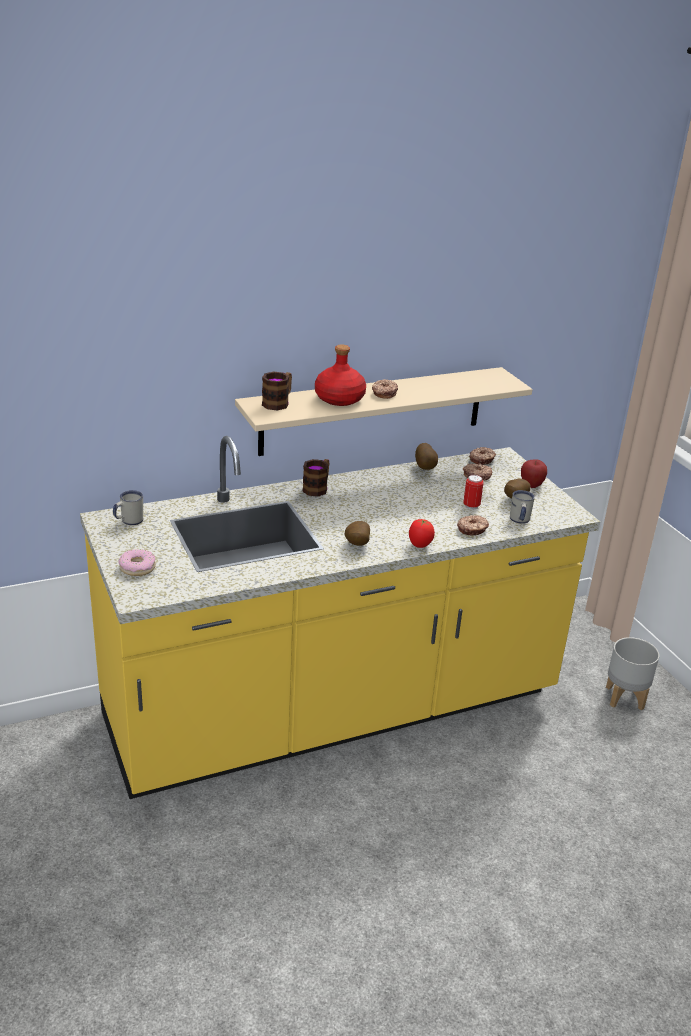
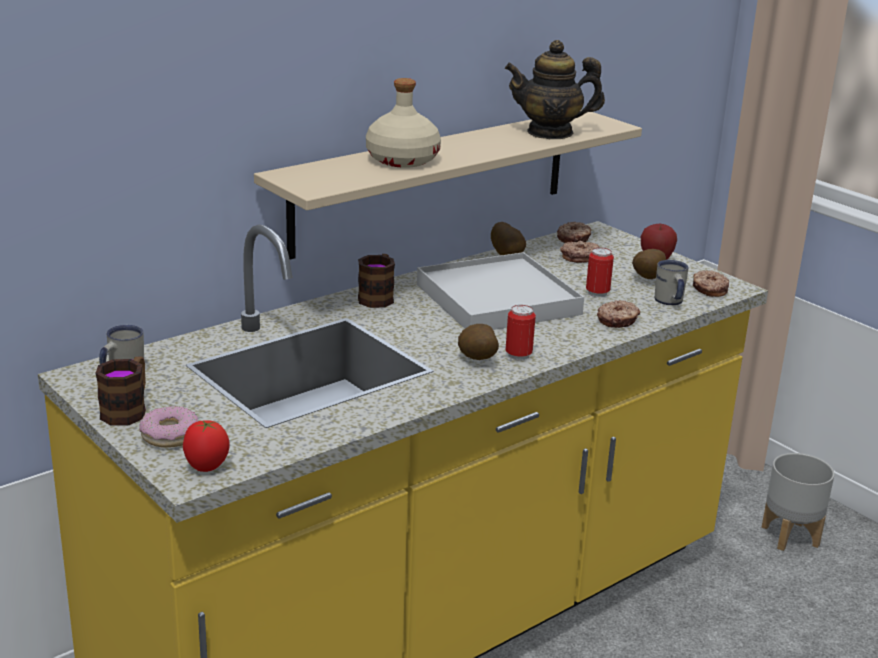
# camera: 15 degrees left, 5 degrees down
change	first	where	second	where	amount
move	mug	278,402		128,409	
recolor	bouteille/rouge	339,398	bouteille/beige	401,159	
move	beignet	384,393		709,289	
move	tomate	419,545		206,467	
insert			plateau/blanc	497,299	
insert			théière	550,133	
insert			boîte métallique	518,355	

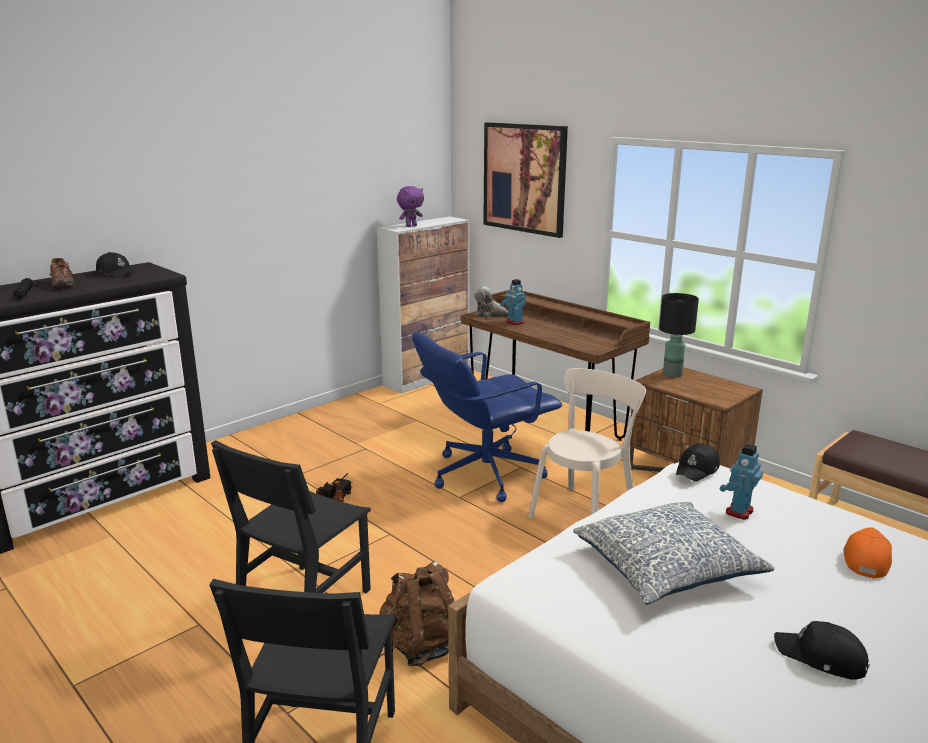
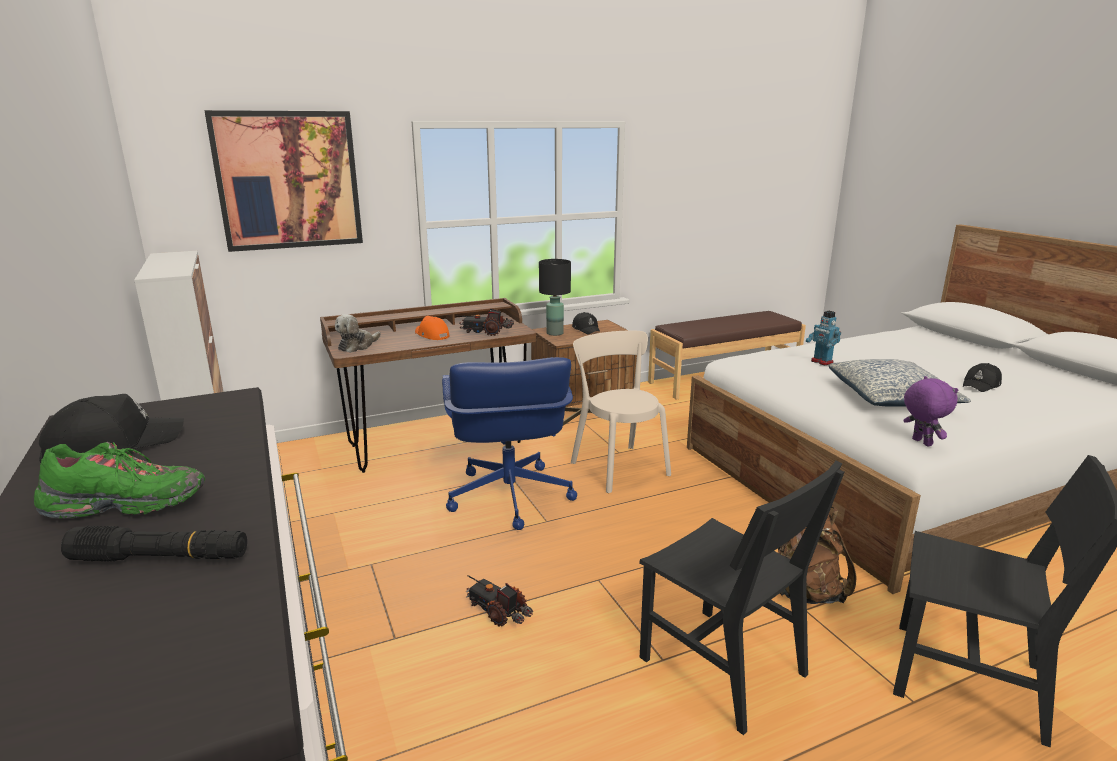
# camera: 70 degrees left, 0 degrees up
change	first	where	second	where	amount
recolor	chaussure/marron	62,284	chaussure/vert	126,506	
move	peluche/violet	411,226		920,442	
delete	robot jouet	514,322			
move	casquette/noir	697,470		586,329	
move	casquette/orange	865,559		431,335	
insert			camion jouet	486,332	

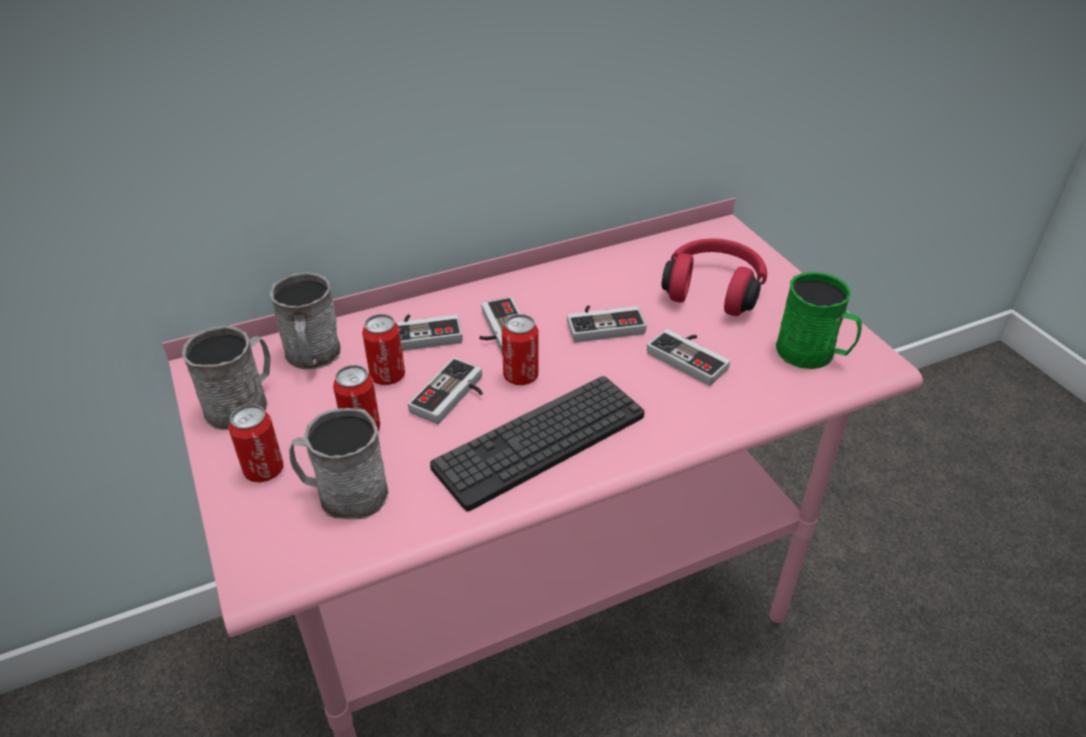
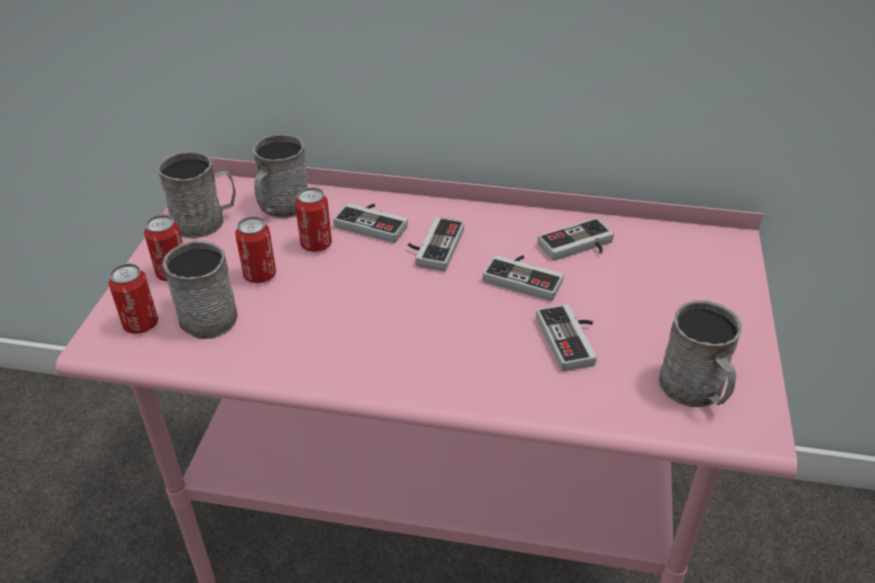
# camera: 35 degrees right, 0 degrees up
change	first	where	second	where	amount
move	manette	453,397		579,247	
delete	clavier	540,441			
move	boîte métallique	521,376		141,324	
delete	casque audio/rouge	714,289			
recolor	mug/vert	812,354	mug/gris	695,390	

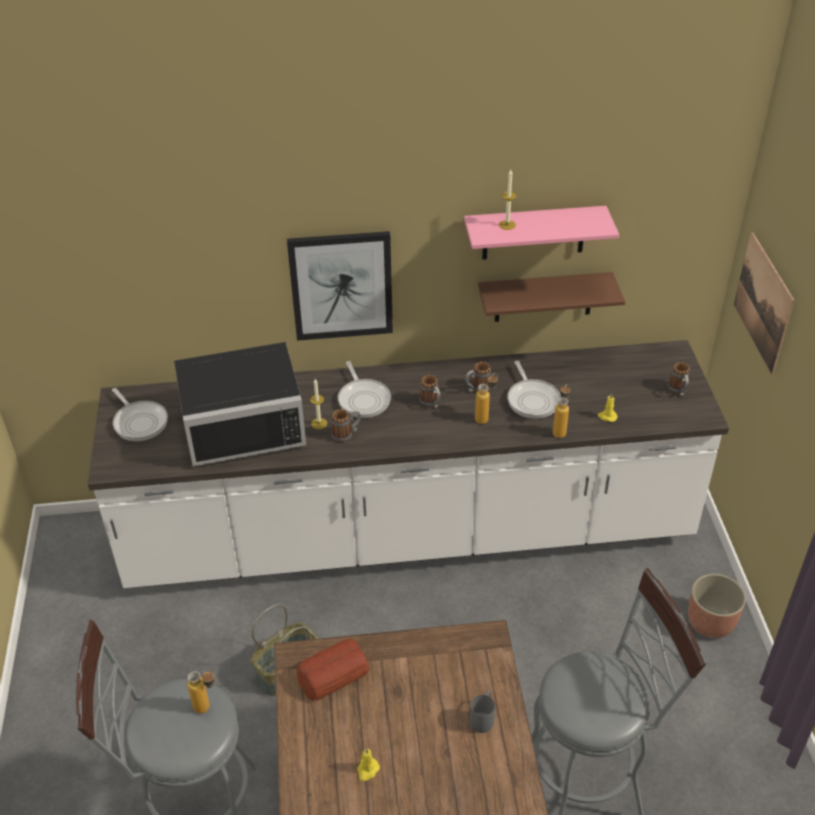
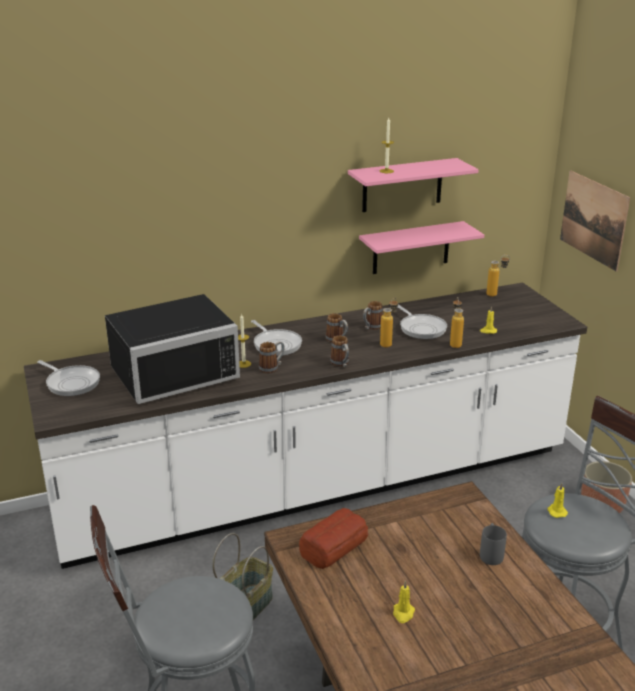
# camera: 15 degrees left, 15 degrees down
change	first	where	second	where	amount
move	bouteille	208,708		496,294	
delete	tableau	341,285			
recolor	étagère/marron	543,297	étagère/rose	411,248	
move	mug	678,391		341,364	
insert			bougie/jaune	556,511	

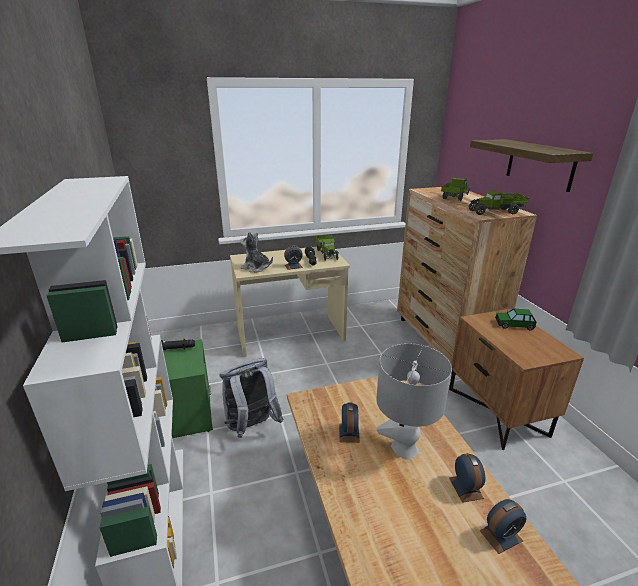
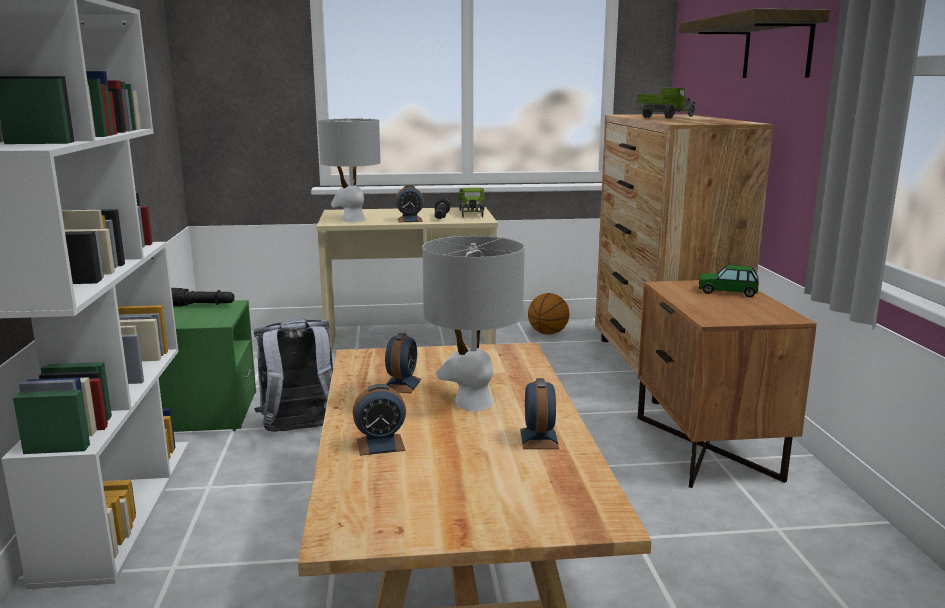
# camera: 10 degrees right, 10 degrees down
change	first	where	second	where	amount
replace	peluche	256,268	lampe de table/gris	353,219	
delete	camion jouet	496,212			
move	réveil	501,535		380,445	
insert			ballon de basket	547,333	

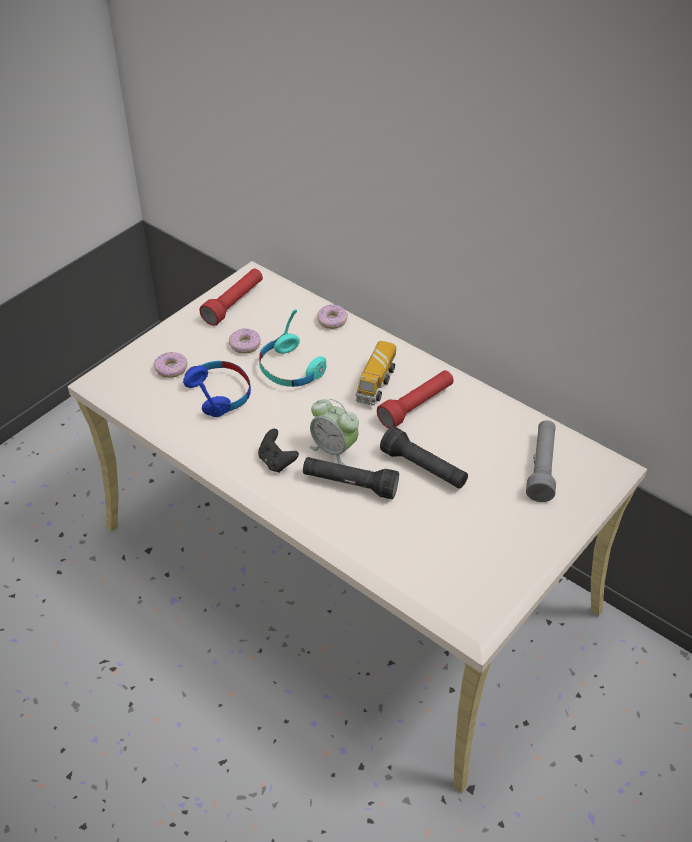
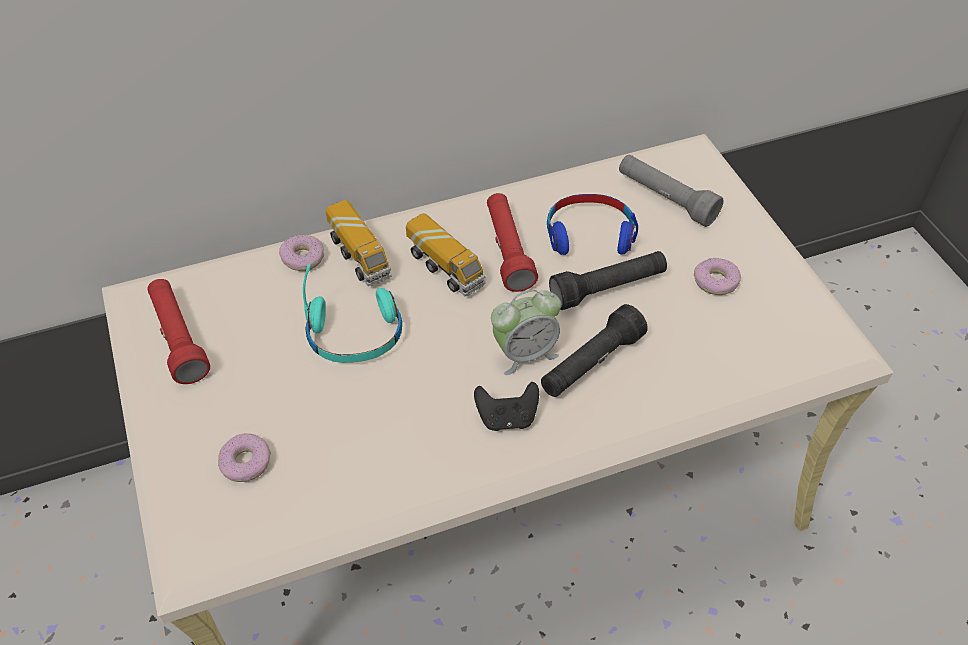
# camera: 60 degrees left, 5 degrees up
change	first	where	second	where	amount
move	casque audio/bleu	220,394		589,234	
move	beignet	245,345		716,282	
insert			camion jouet	360,257	

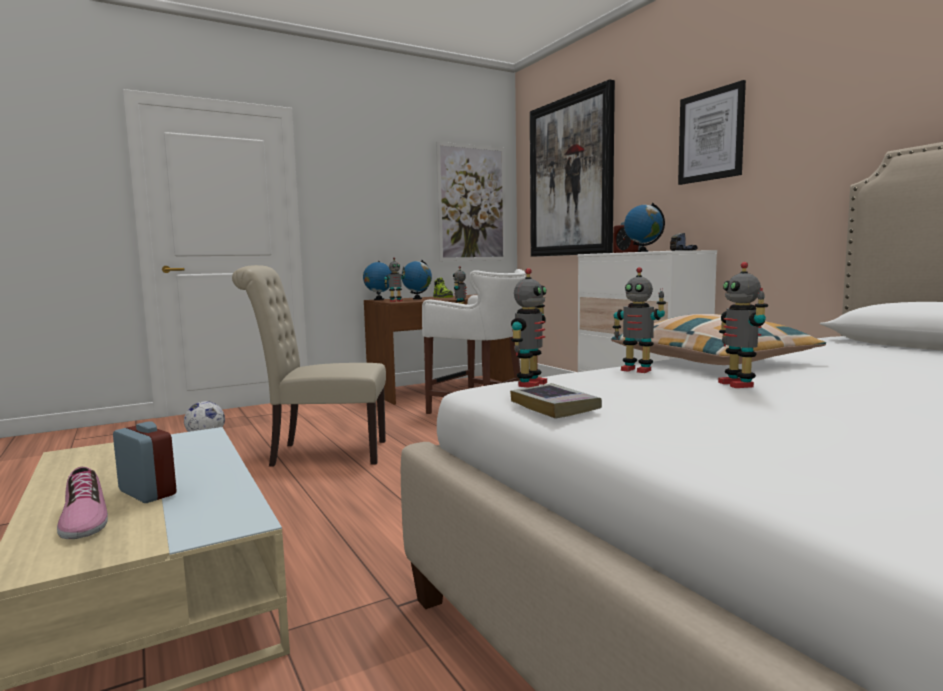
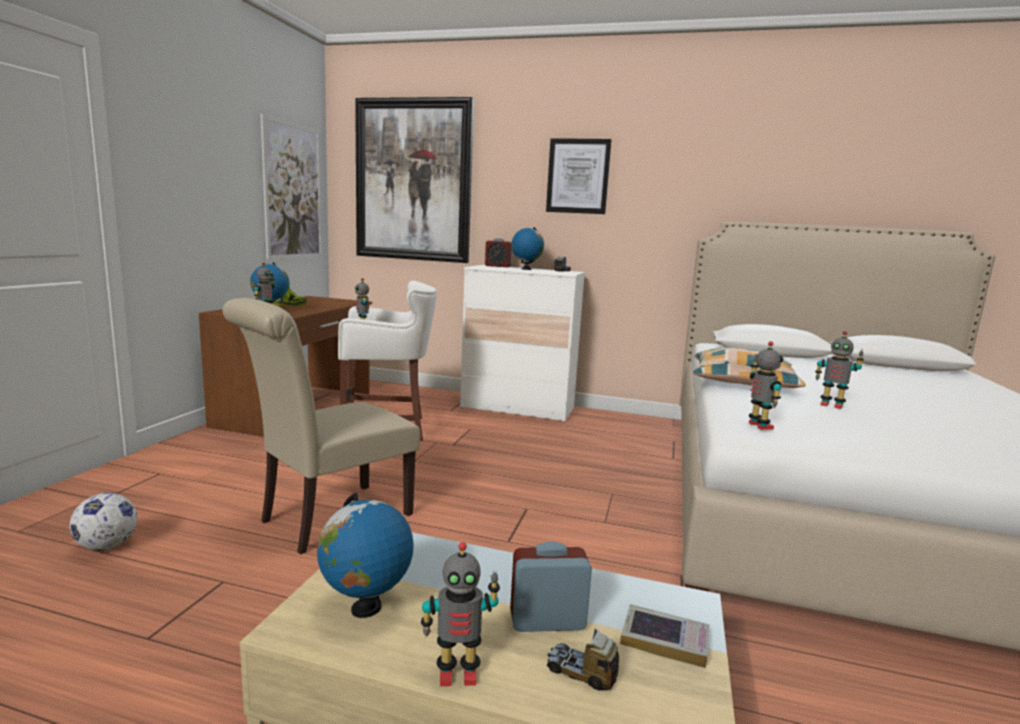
# camera: 45 degrees left, 5 degrees up
change	first	where	second	where	amount
replace	chaussure	82,519	camion jouet	581,673	
move	globe	379,299		365,609	
move	livre	554,407		664,640	
move	robot jouet	637,370		457,674	

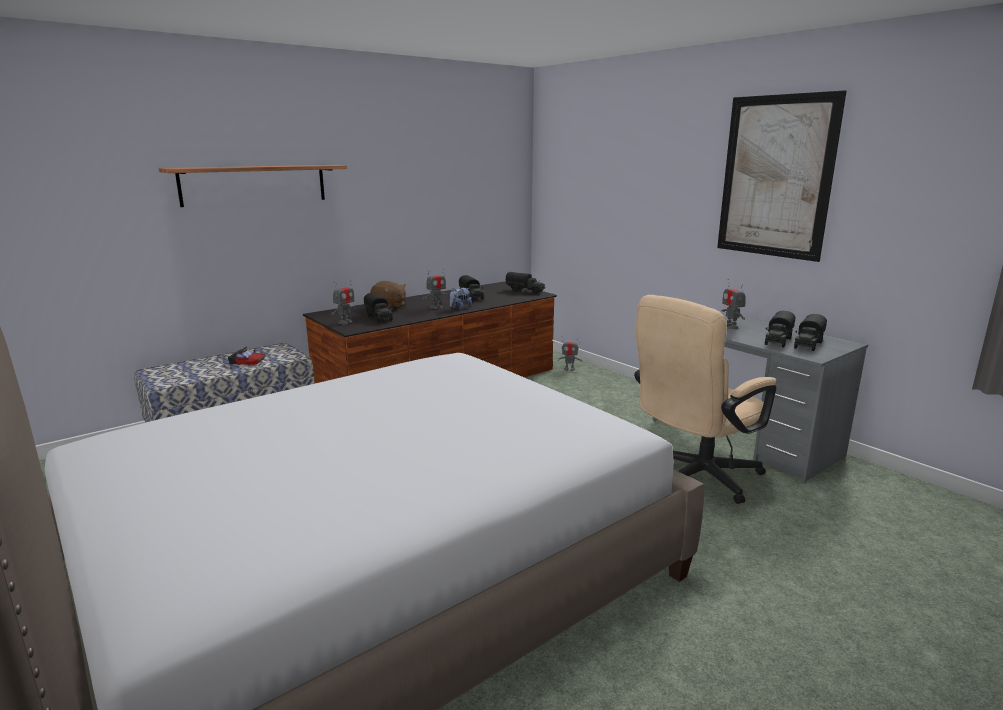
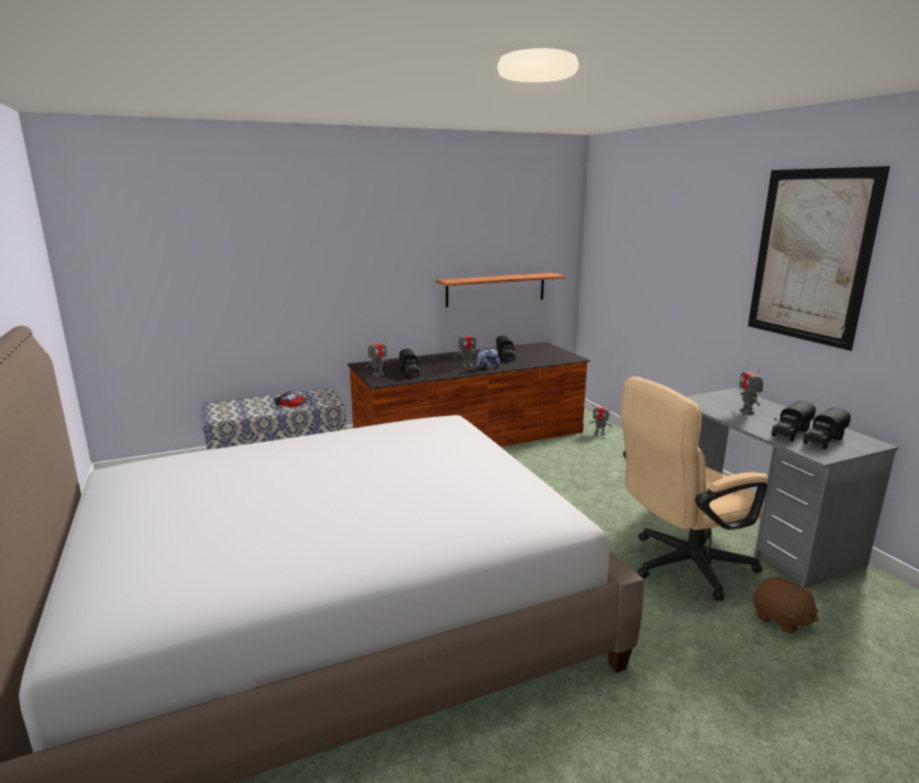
# camera: 15 degrees right, 0 degrees up
change	first	where	second	where	amount
move	étagère	254,184		496,289	
move	peluche/marron	389,307		781,619	
delete	camion jouet	525,291			

